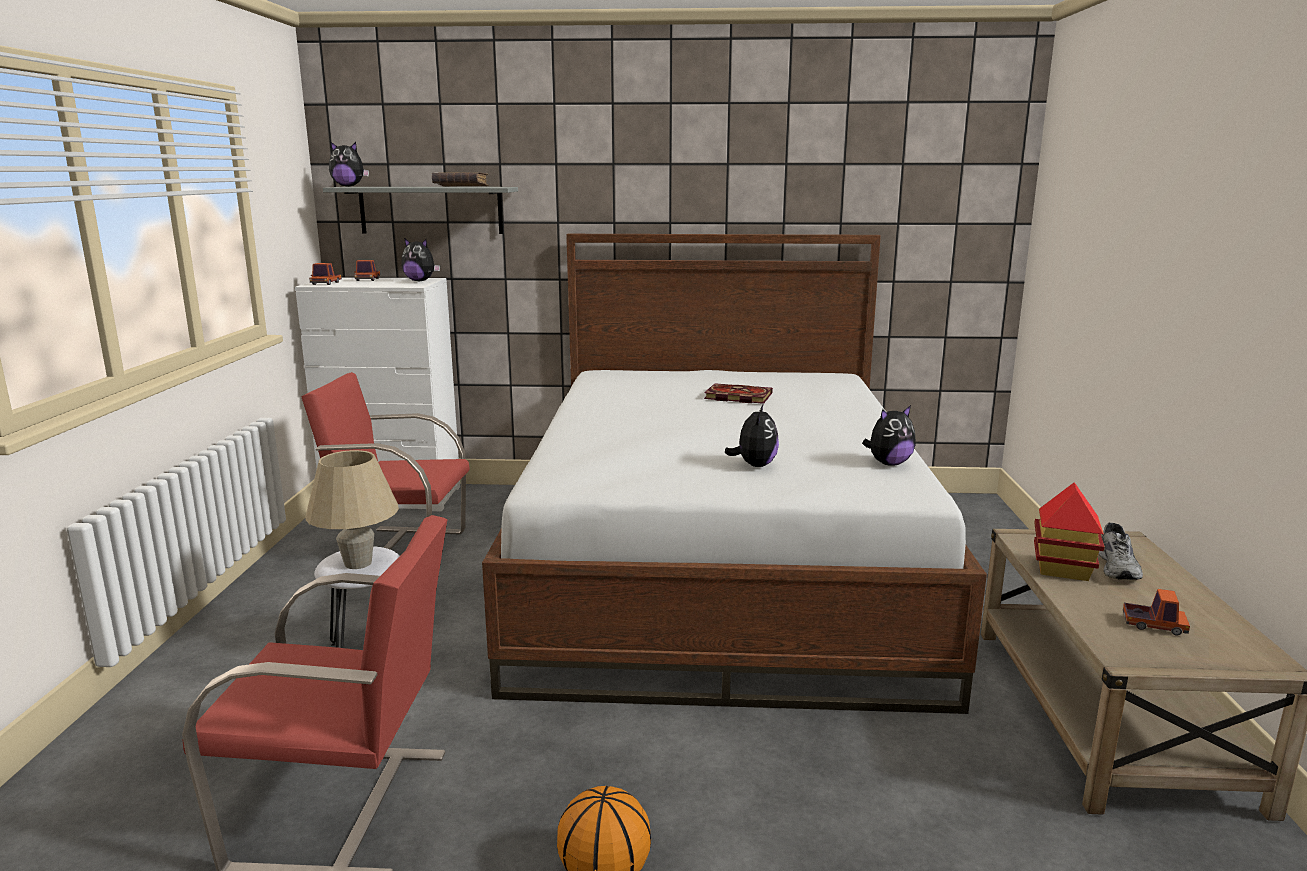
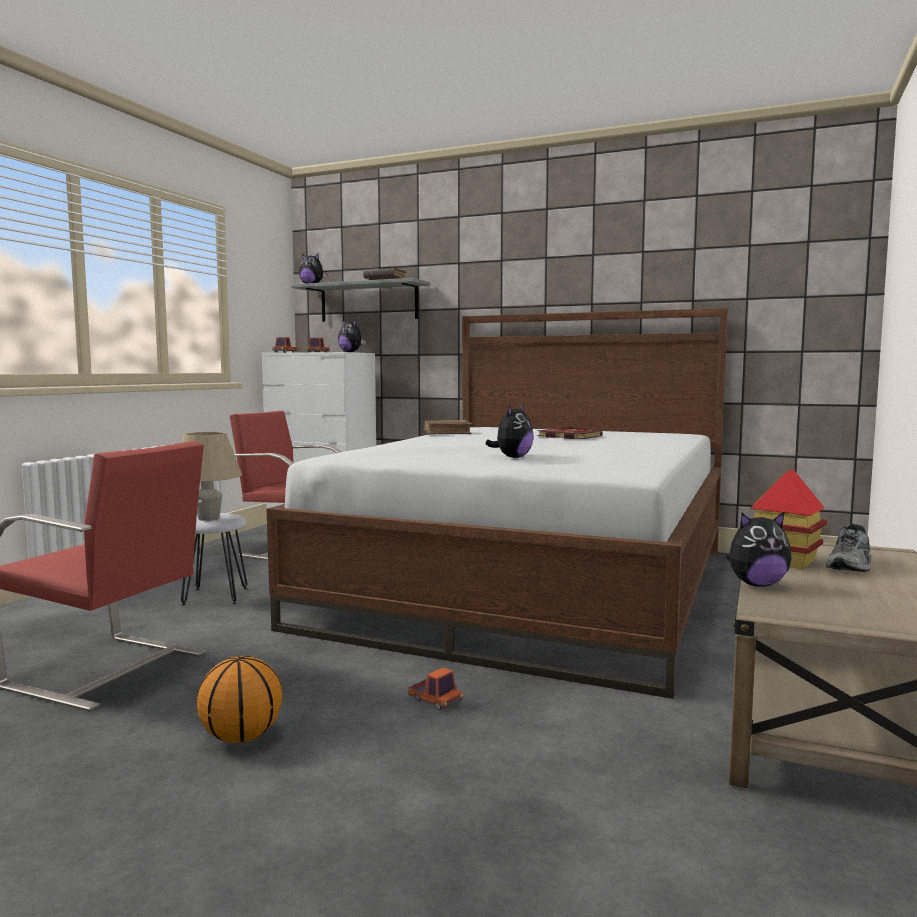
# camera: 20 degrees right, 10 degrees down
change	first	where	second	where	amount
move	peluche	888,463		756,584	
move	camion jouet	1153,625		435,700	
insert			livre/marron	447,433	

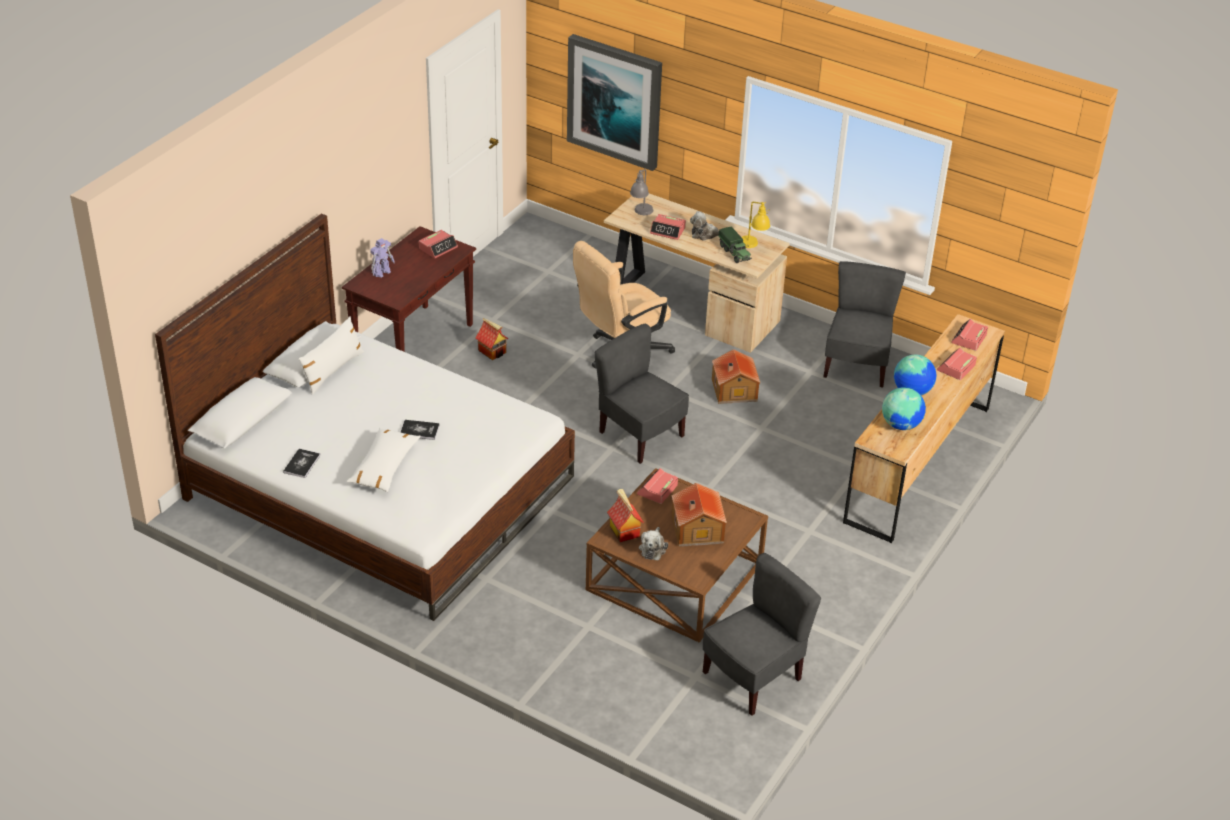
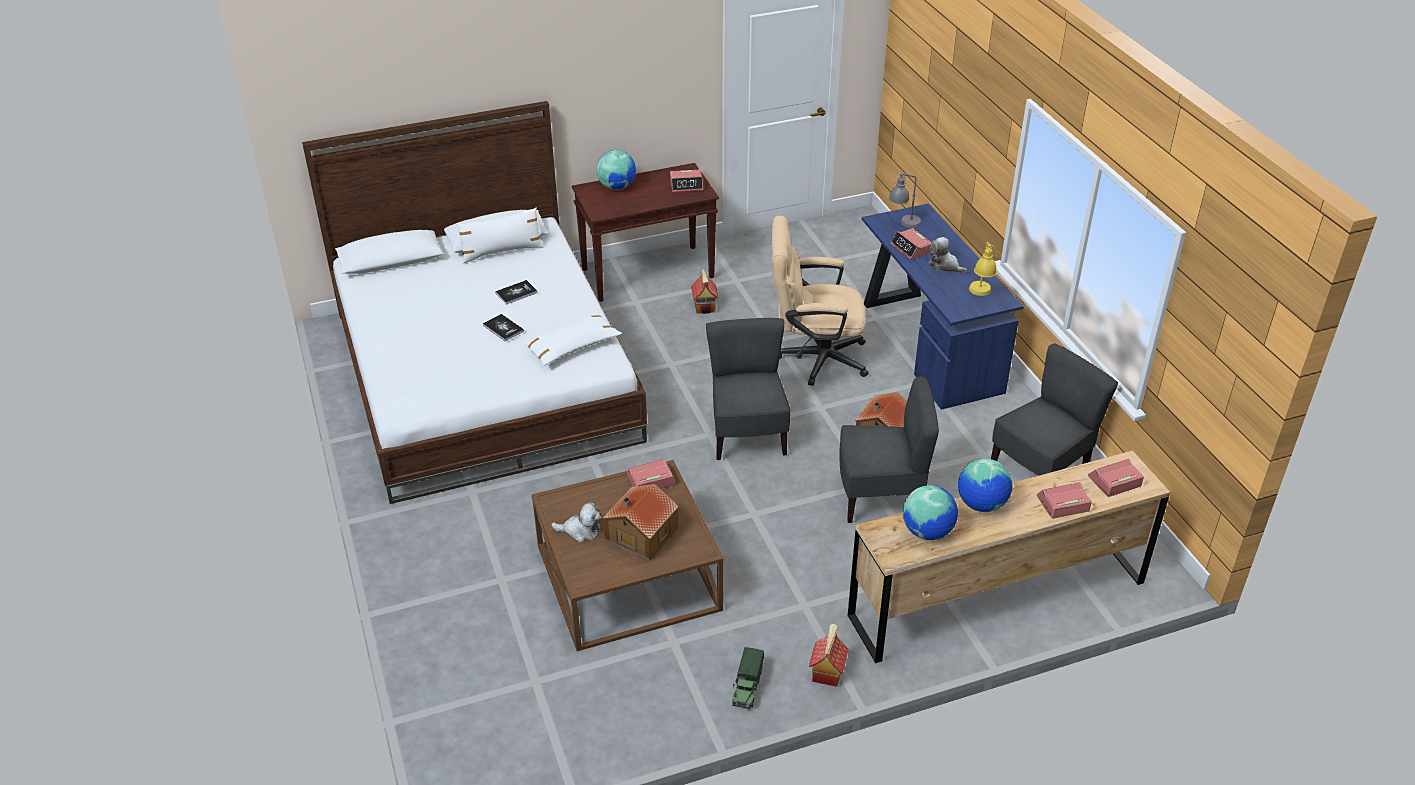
# camera: 40 degrees right, 0 degrees up
change	first	where	second	where	amount
move	livre	301,464		516,293	
move	coussin/blanc	384,466		572,346	
replace	robot jouet	382,272	globe	617,186	
delete	tableau	615,101			
recolor	bureau/beige	691,307	bureau/bleu	929,344	
move	maison miniature	623,531		827,671	
rotate	peluche	653,548		580,531	135 degrees counterclockwise
move	chaise/gris	753,677		880,497	
move	camion jouet	734,253		747,687	

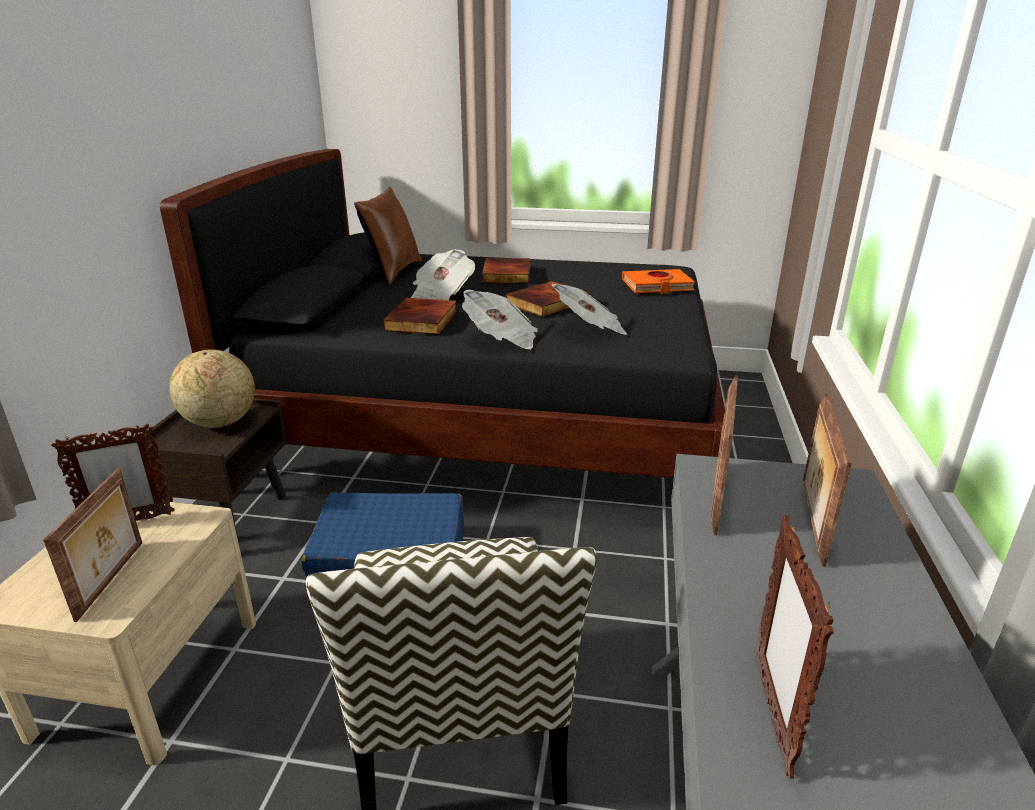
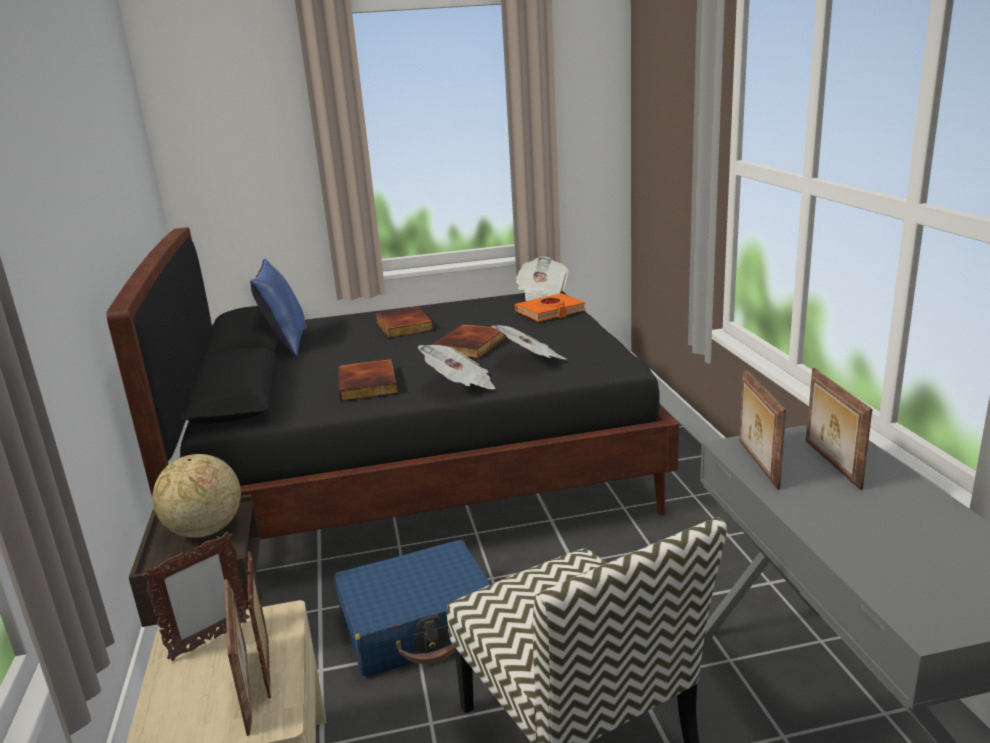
# camera: 20 degrees left, 5 degrees down
change	first	where	second	where	amount
recolor	coussin/marron	393,271	coussin/bleu	286,343	
move	journal	441,294		541,294	
move	cadre photo	772,712		269,668	

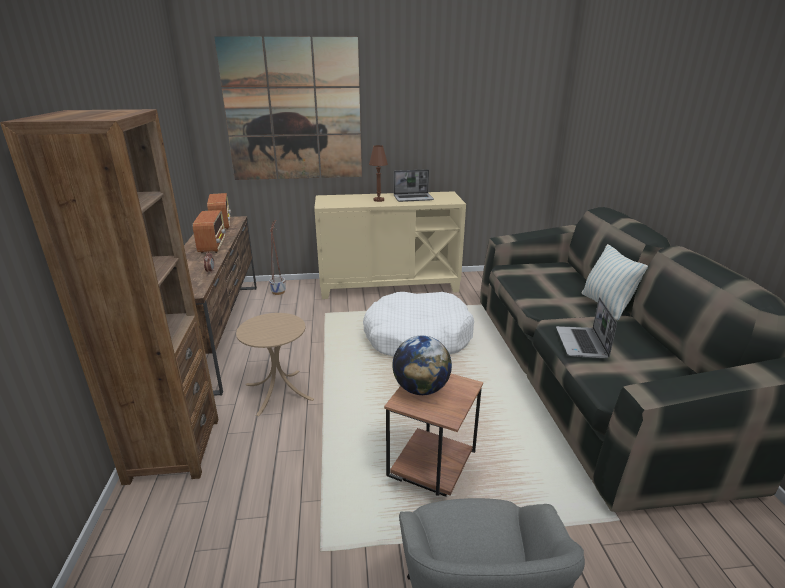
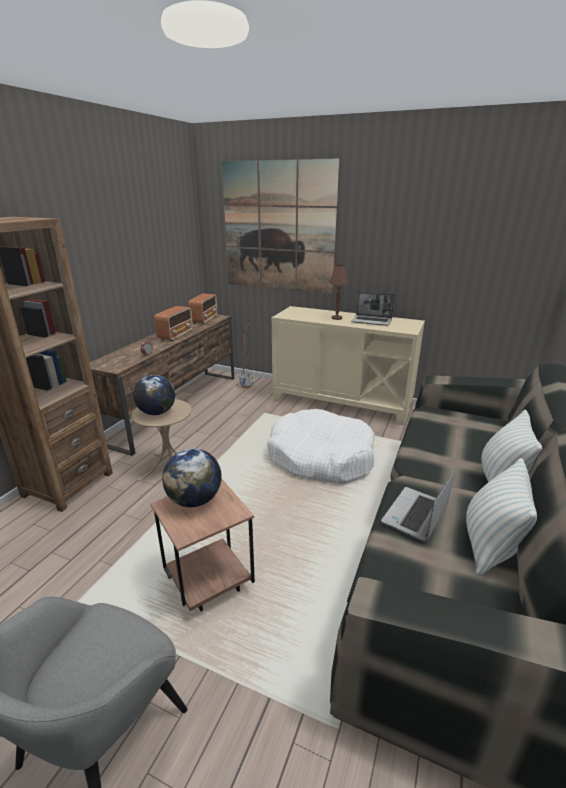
# camera: 30 degrees right, 0 degrees up
change	first	where	second	where	amount
insert			globe	157,412	
insert			coussin	490,546	

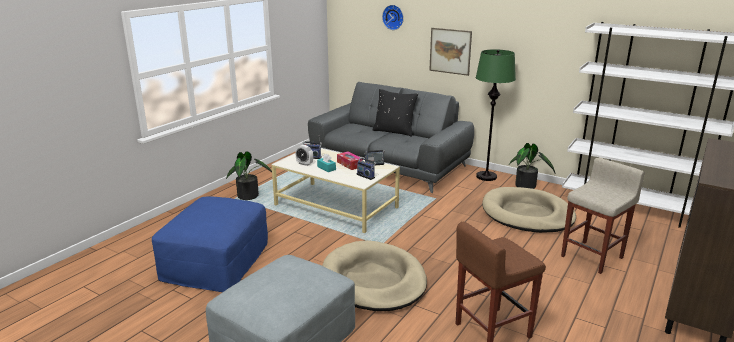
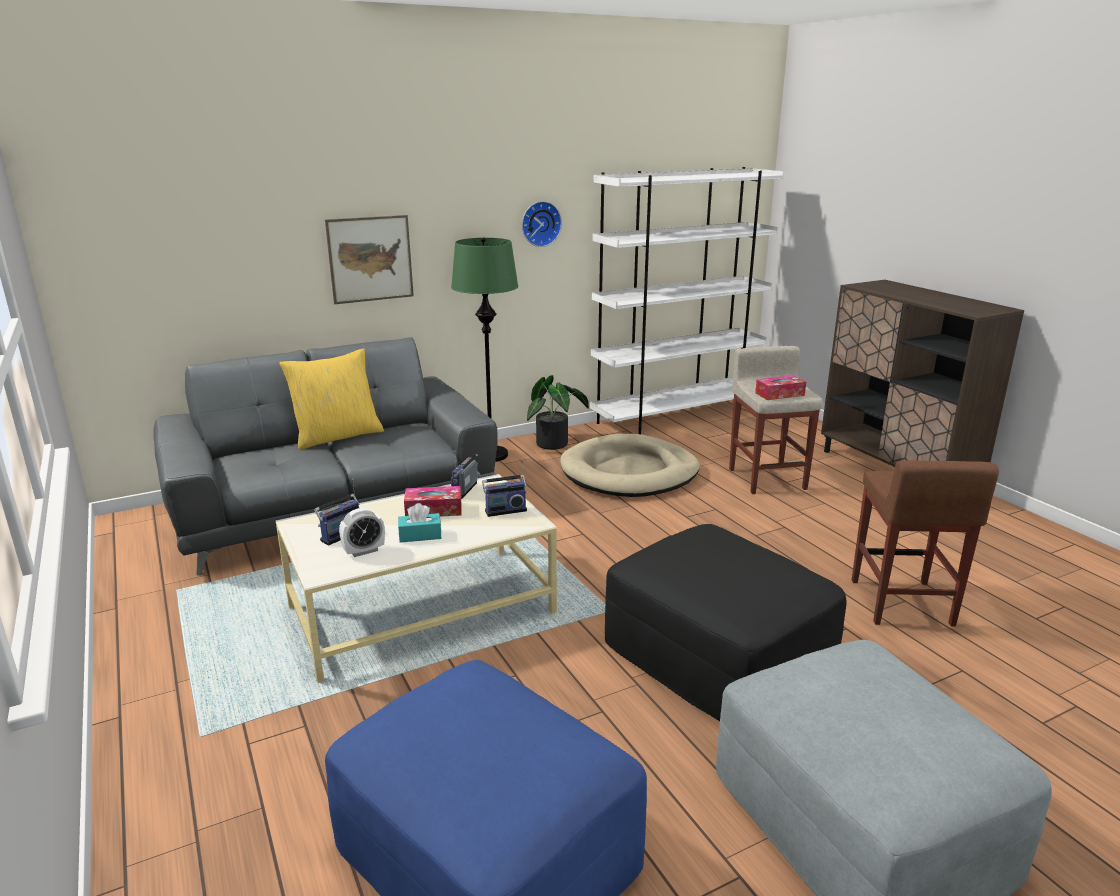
# camera: 60 degrees left, 0 degrees up
change	first	where	second	where	amount
delete	plante en pot	250,196			
replace	panier pour chien/beige	373,280	pouf/noir	718,655	
recolor	coussin/noir	394,131	coussin/jaune	337,436	
move	horloge murale	393,17		540,223	
insert			boîte à mouchoirs	779,394	

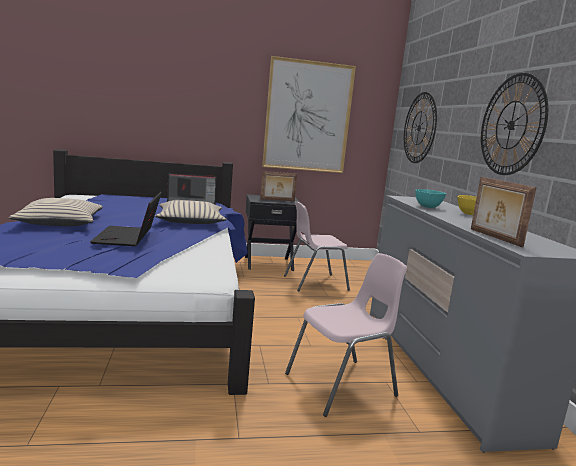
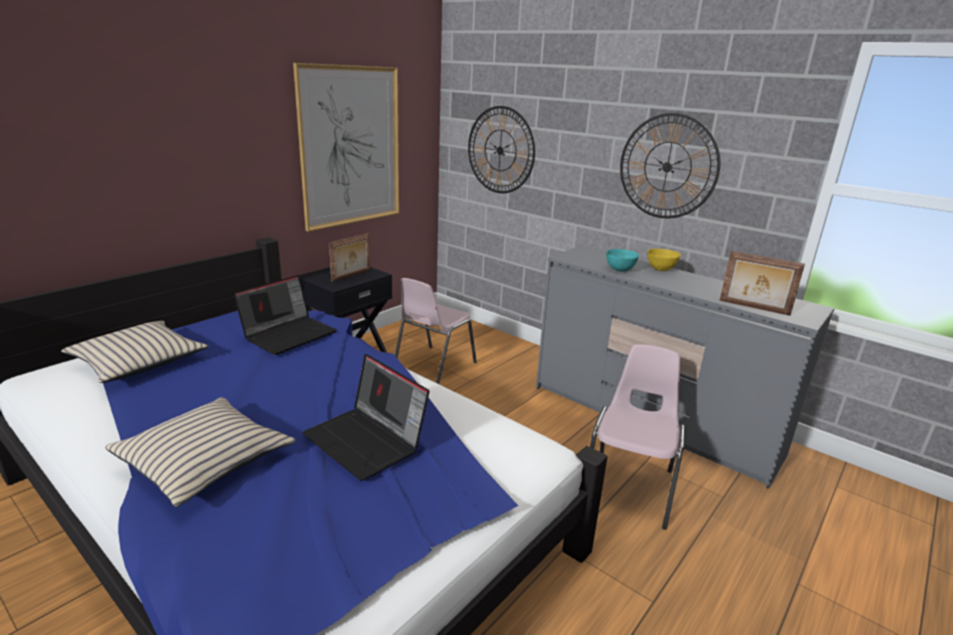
# camera: 40 degrees left, 10 degrees up
change	first	where	second	where	amount
move	coussin/beige	190,221		138,361	

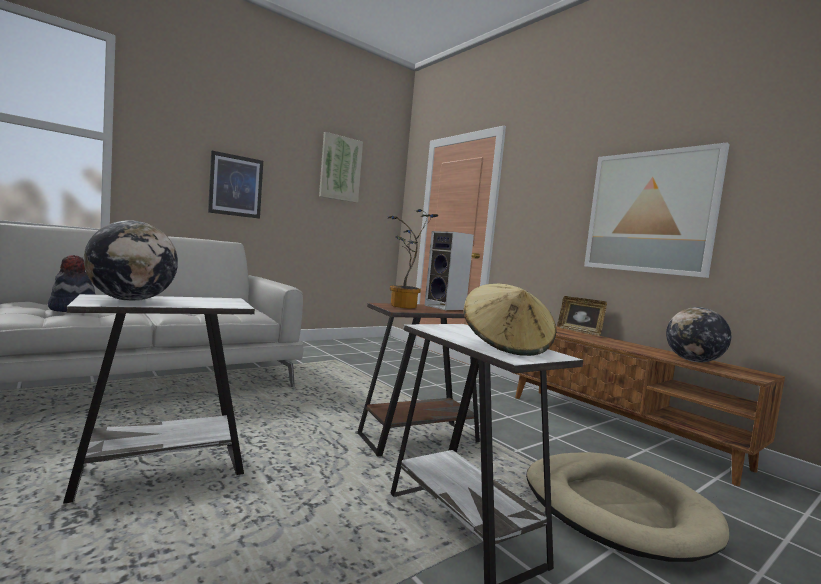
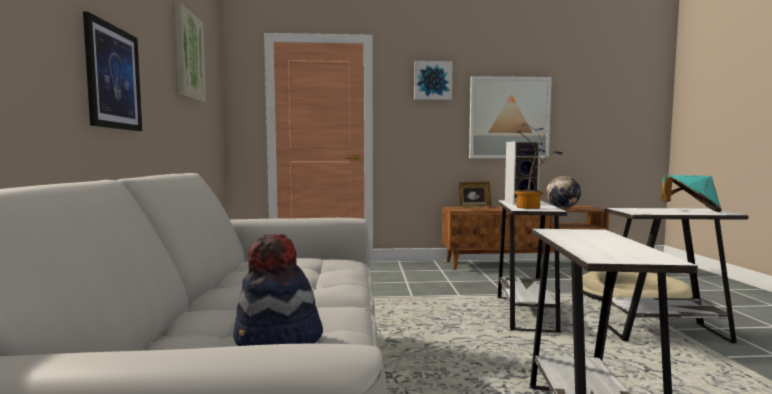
# camera: 55 degrees left, 0 degrees up
change	first	where	second	where	amount
delete	globe	131,300			
recolor	table d'appoint/marron	418,438	table d'appoint/blanc	525,313	
recolor	chapeau/beige	506,346	chapeau/turquoise	691,210	
insert			tableau	432,81	

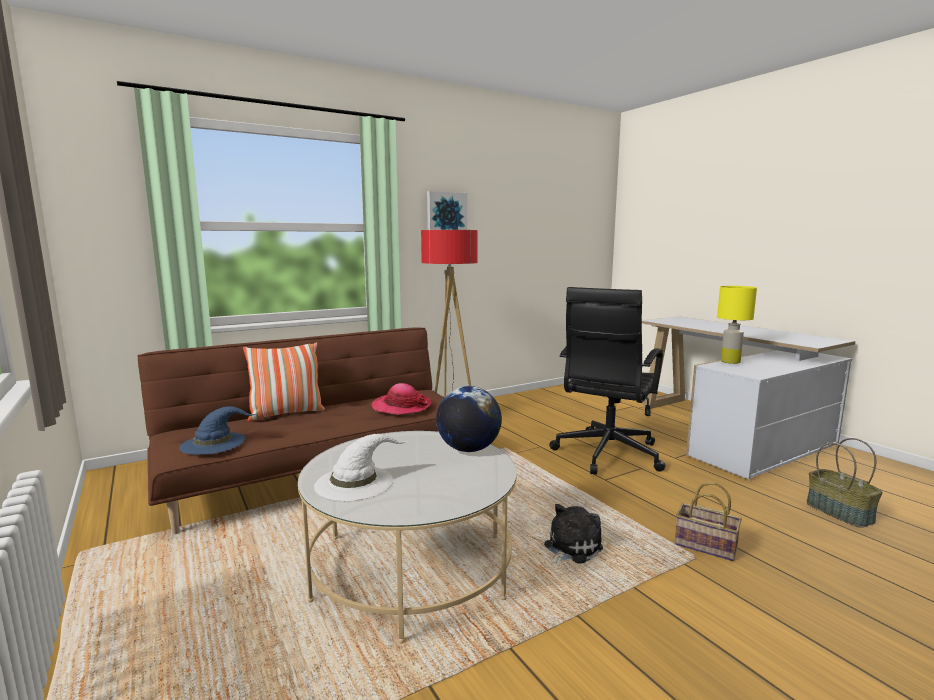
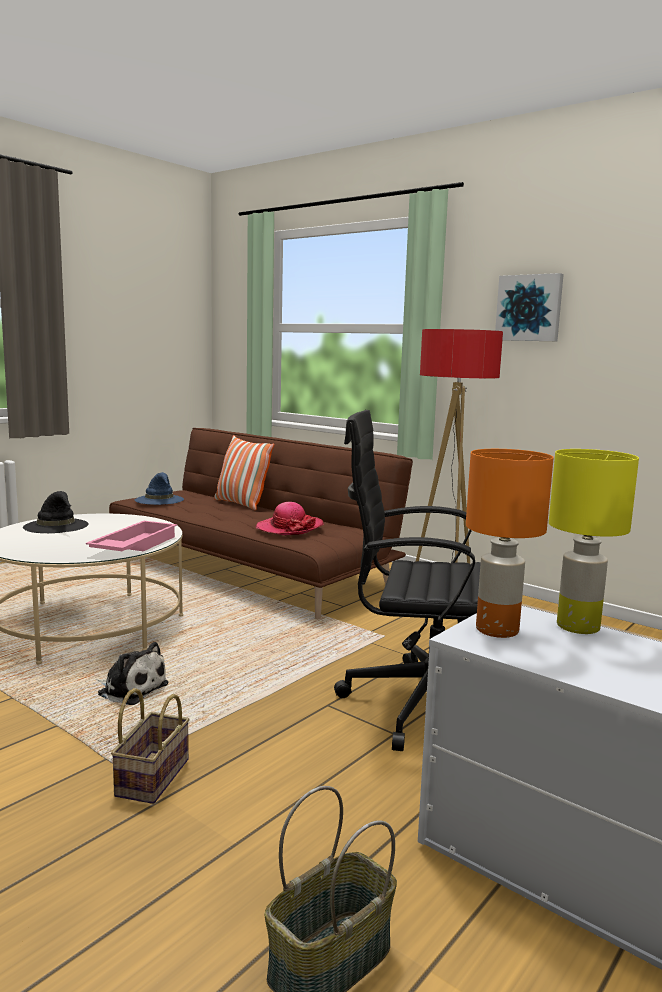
# camera: 70 degrees right, 0 degrees up
change	first	where	second	where	amount
recolor	chapeau/blanc	355,482	chapeau/noir	56,526	
replace	globe	468,449	plateau/rose	133,545	
insert			lampe de table/orange	497,630	

